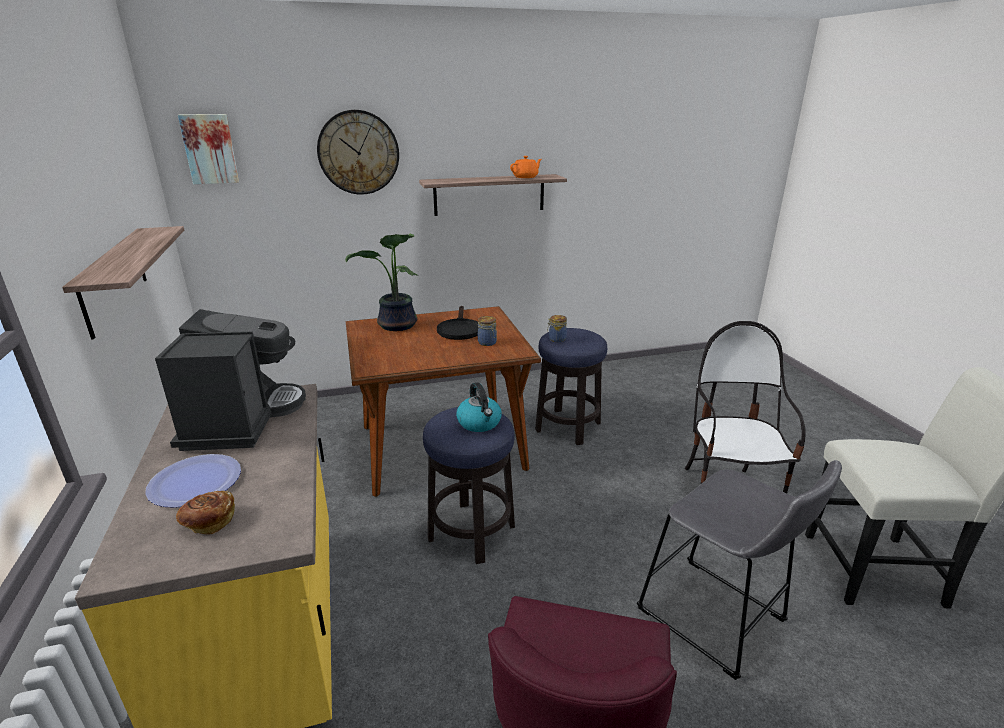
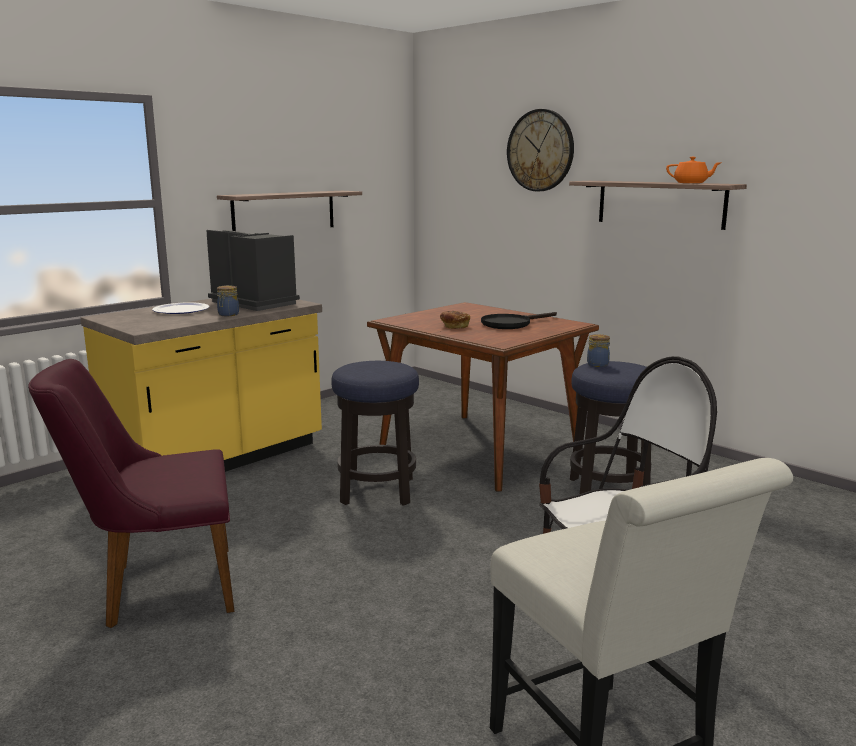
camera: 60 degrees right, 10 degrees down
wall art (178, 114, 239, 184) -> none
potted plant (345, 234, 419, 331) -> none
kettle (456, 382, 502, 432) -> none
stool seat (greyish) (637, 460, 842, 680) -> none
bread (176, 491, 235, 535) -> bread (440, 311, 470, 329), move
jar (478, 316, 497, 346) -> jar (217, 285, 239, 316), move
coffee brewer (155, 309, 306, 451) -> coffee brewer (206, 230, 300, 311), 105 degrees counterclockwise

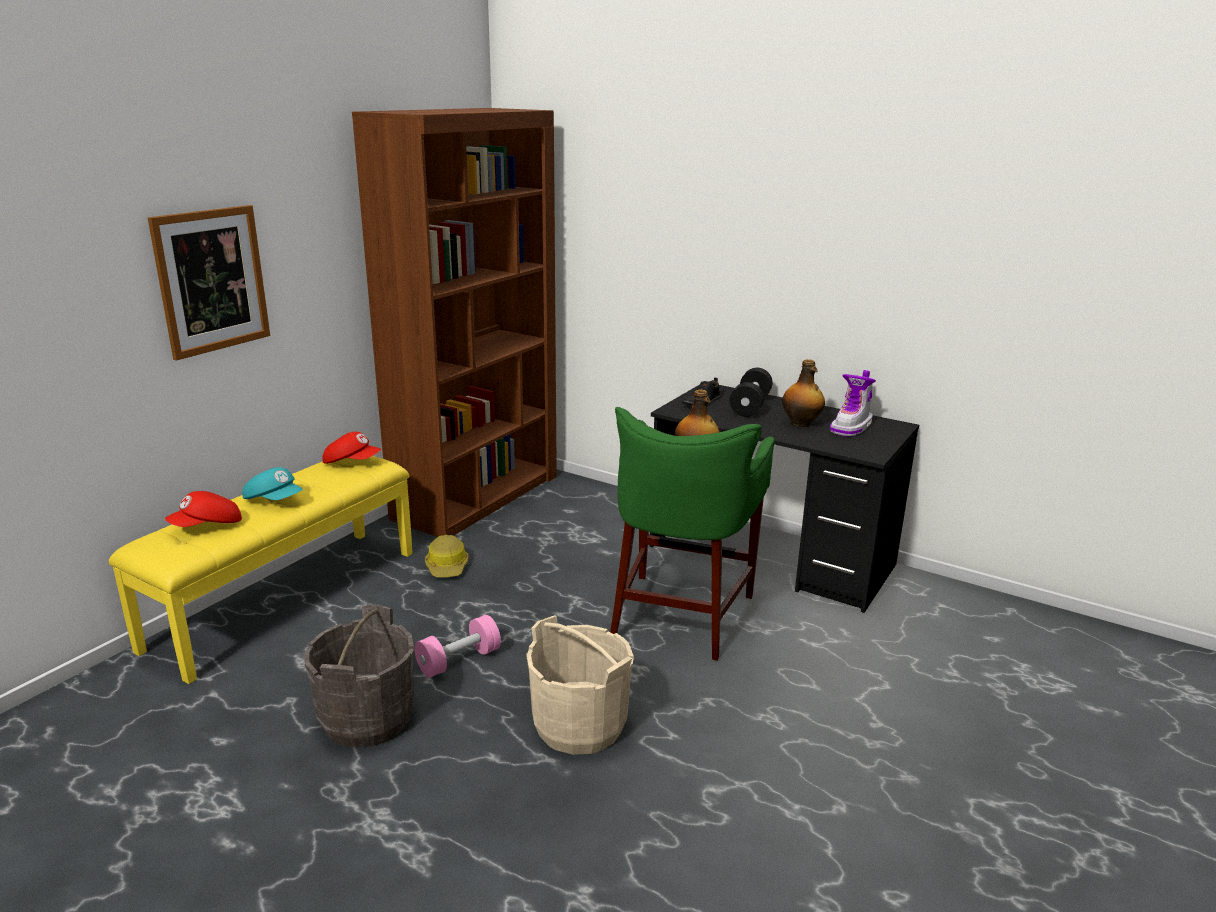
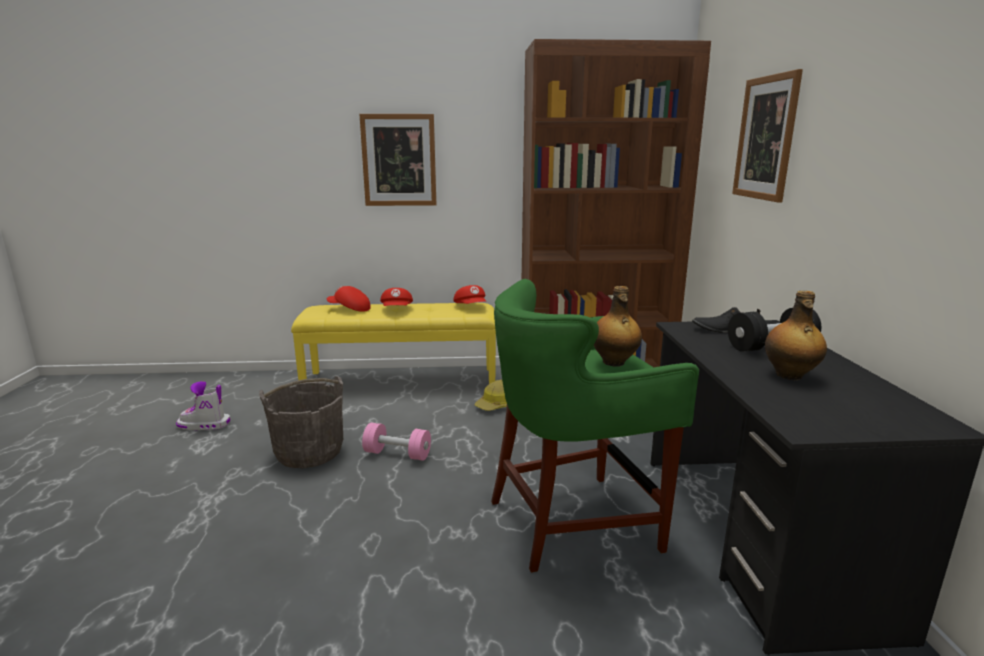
camera: 55 degrees right, 5 degrees down
pail (beige) (526, 615, 634, 755) -> none
none -> wall art (732, 69, 803, 203)
boot (830, 370, 876, 437) -> boot (176, 381, 230, 430), move
cap (turquoise) (242, 467, 303, 500) -> cap (reddish) (380, 288, 413, 306)

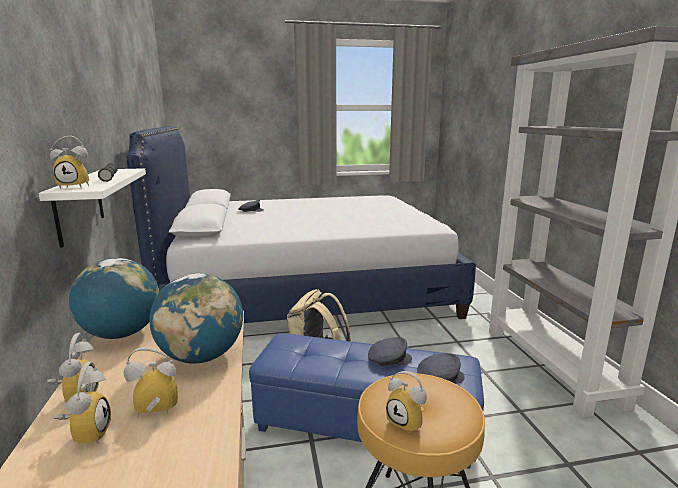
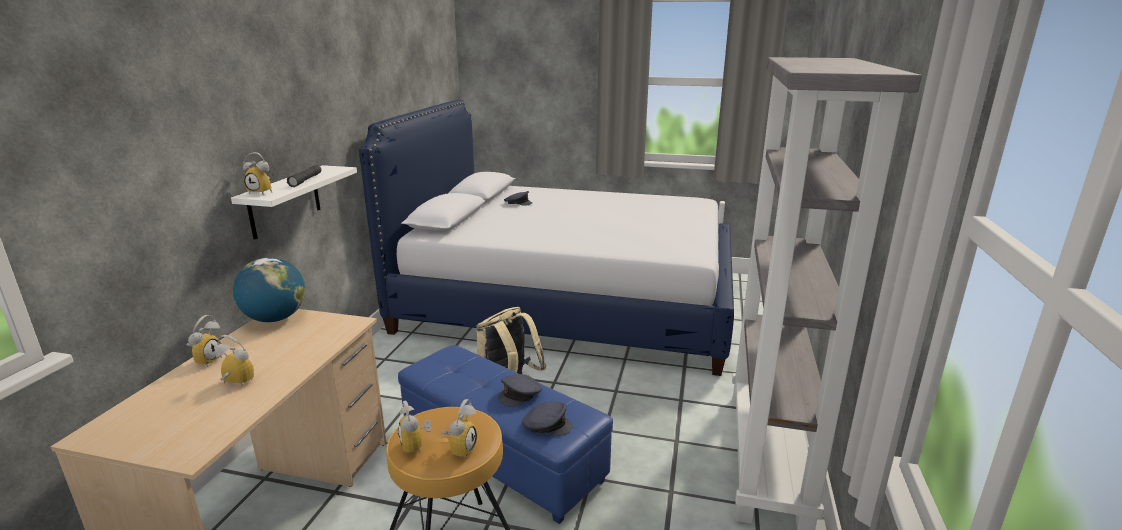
camera: 25 degrees right, 5 degrees up
world globe (149, 273, 243, 364) -> none
table clock (53, 362, 111, 444) -> table clock (441, 399, 477, 458), move
cap (greyish) (368, 337, 412, 366) -> cap (greyish) (498, 374, 542, 407), 120 degrees clockwise

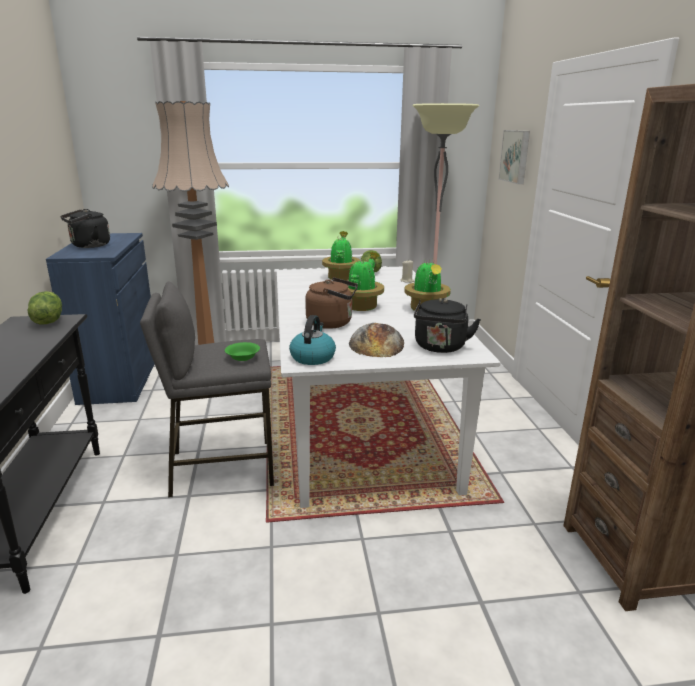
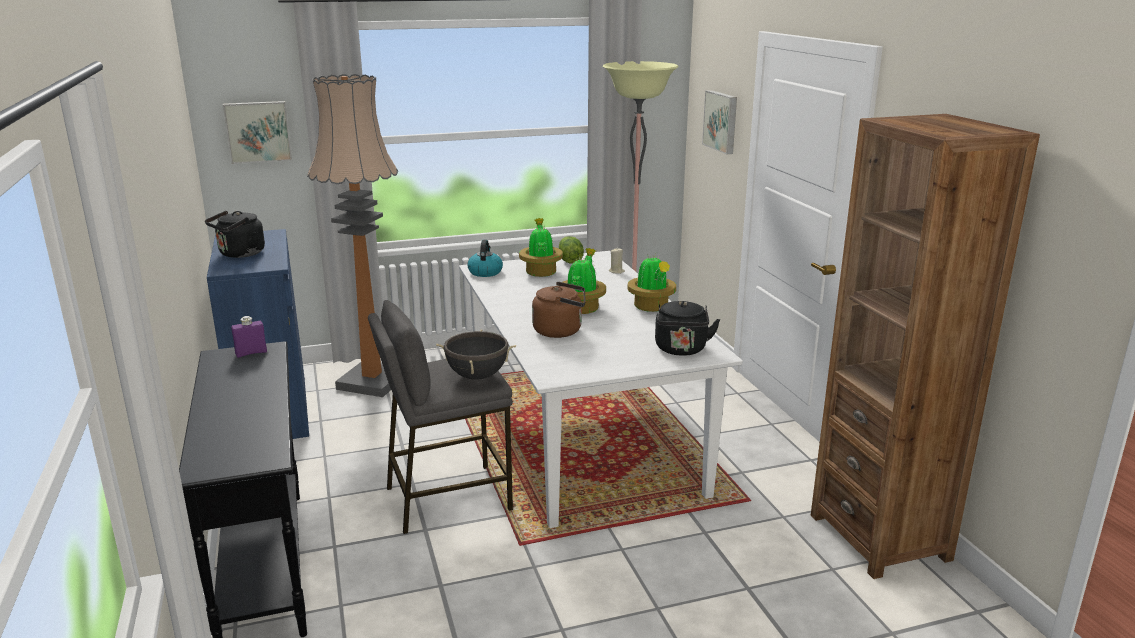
camera: 10 degrees left, 0 degrees up
bread (349, 323, 405, 357) -> none
none -> wall art (223, 101, 292, 164)
kettle (289, 315, 336, 365) -> kettle (467, 240, 503, 277), move
head of lettuce (27, 291, 62, 325) -> beverage bottle (purple-coloured) (231, 316, 267, 358)
bowl (greenish) (225, 342, 260, 361) -> cooking pot (black) (436, 329, 516, 380)

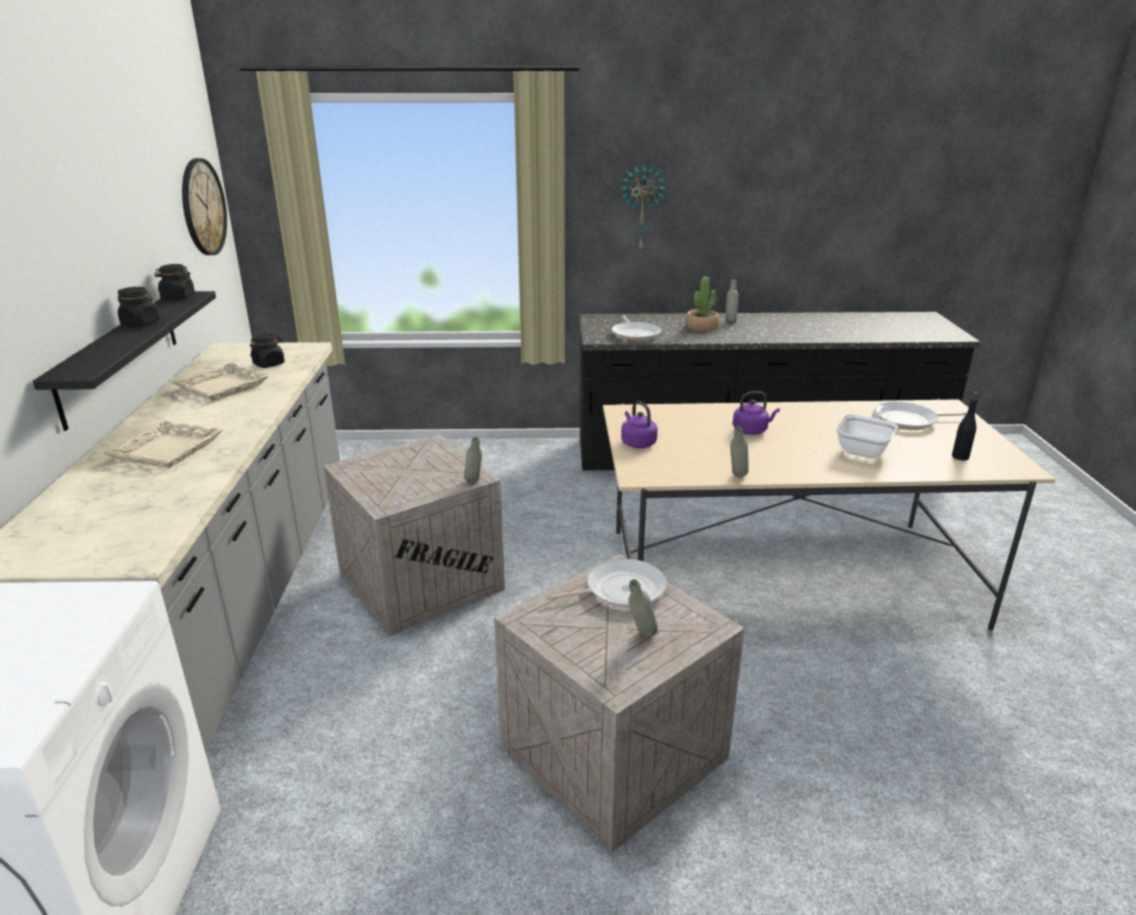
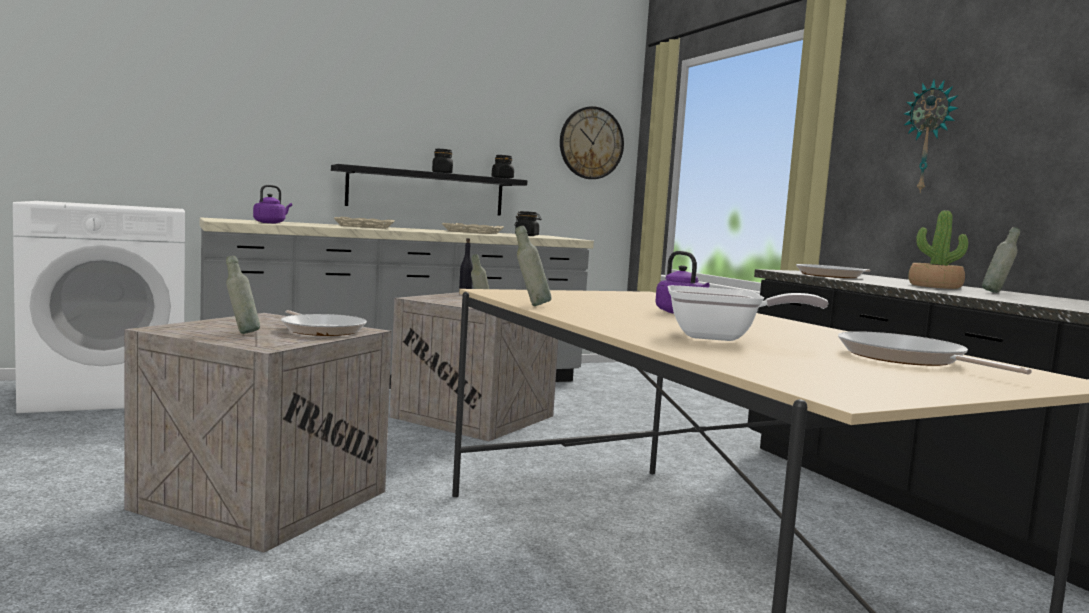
camera: 65 degrees right, 20 degrees down
kettle (purple-coloured) (621, 401, 658, 448) -> kettle (purple-coloured) (253, 185, 292, 223), move
beverage bottle (black) (952, 392, 978, 461) -> beverage bottle (black) (459, 238, 473, 289), move

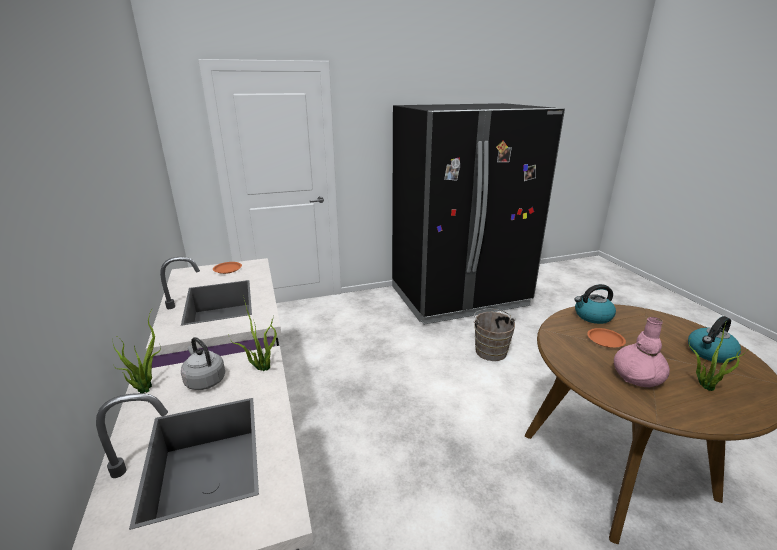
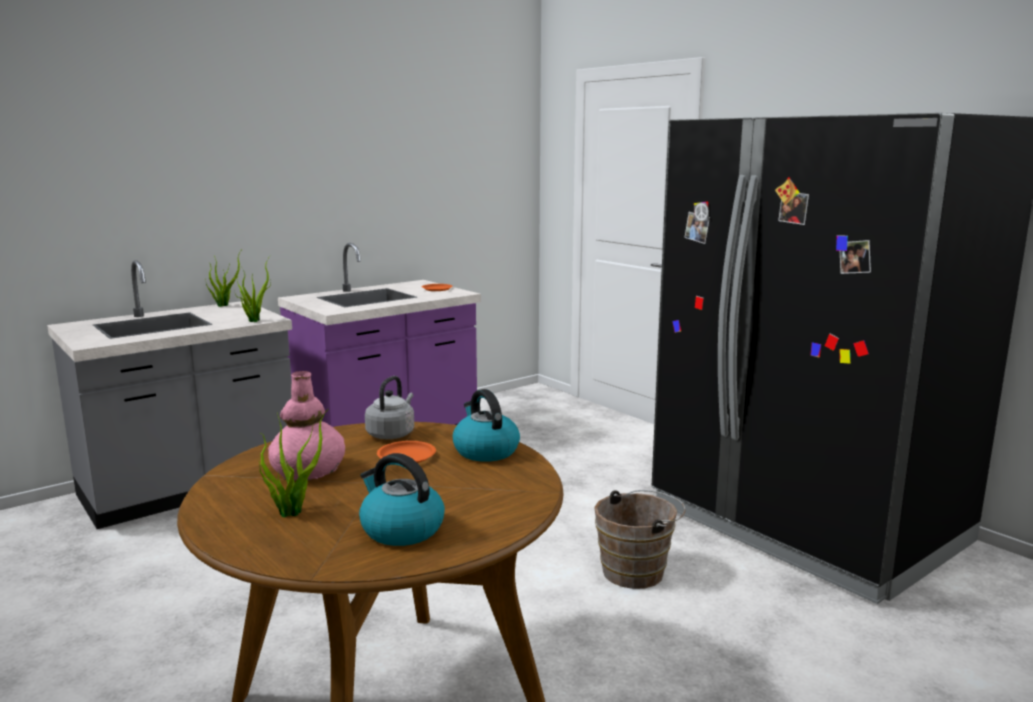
camera: 70 degrees right, 10 degrees down
kettle (greyish) (181, 337, 225, 390) -> kettle (greyish) (365, 376, 414, 439), move

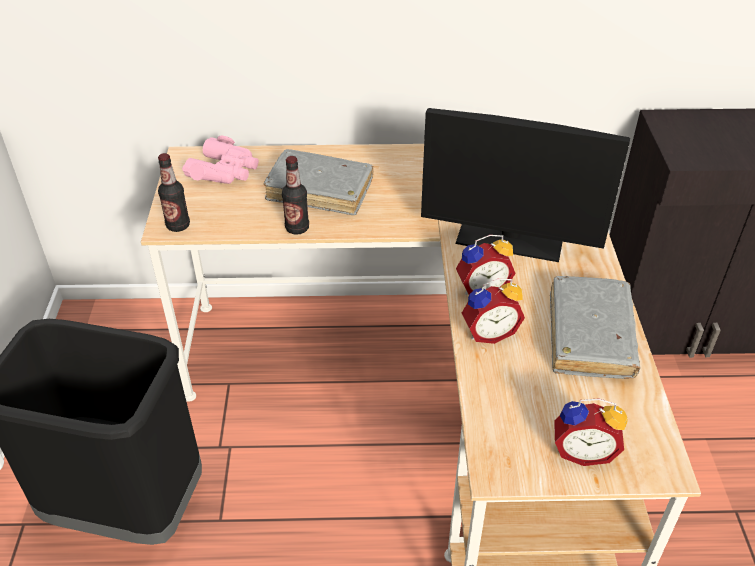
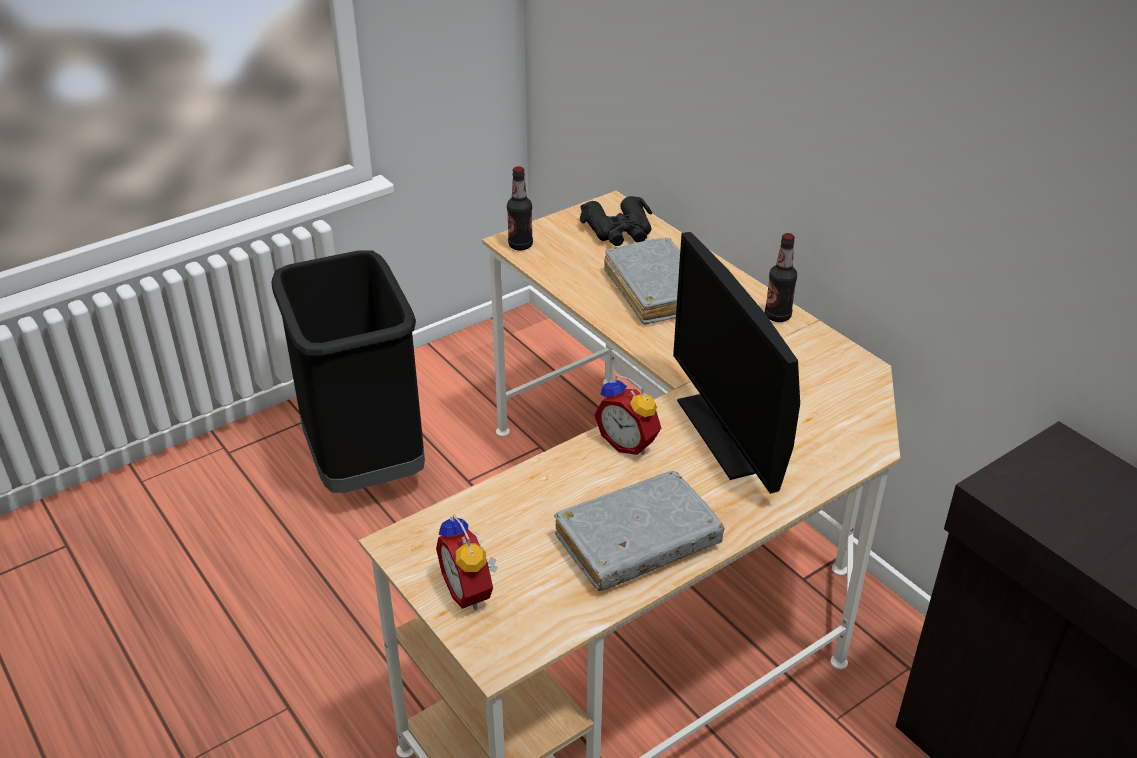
camera: 55 degrees right, 5 degrees down
table clock (462, 279, 525, 344) -> none
beverage bottle (282, 156, 309, 235) -> beverage bottle (765, 233, 797, 322), move
field glasses (pink-coloured) (182, 136, 259, 184) -> field glasses (black) (580, 196, 652, 246)

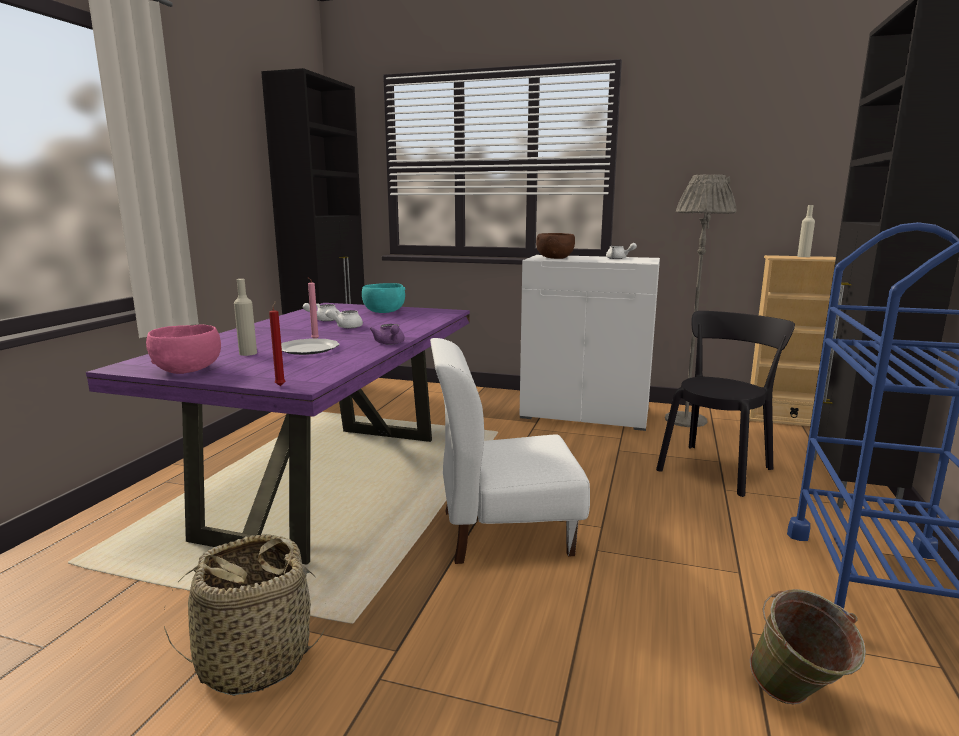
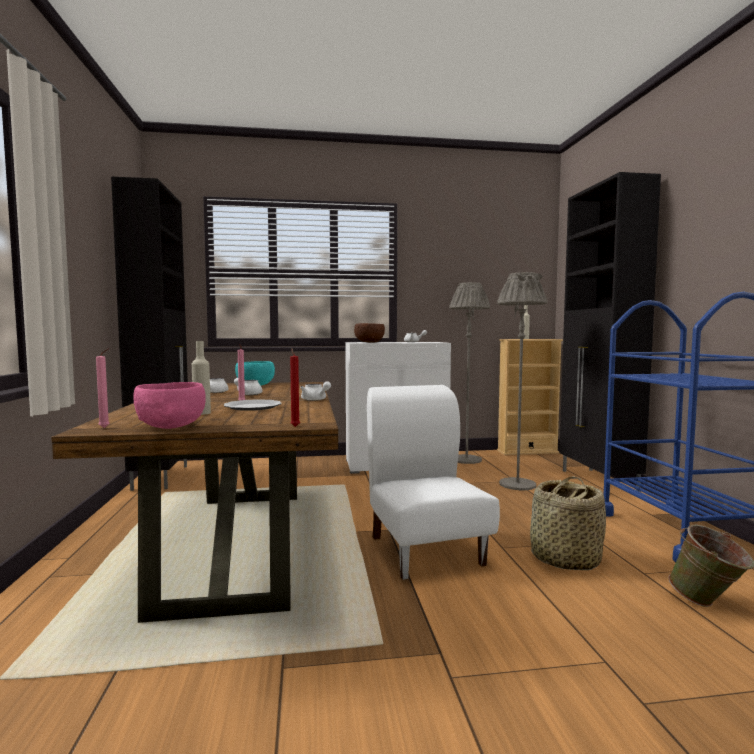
camera: 25 degrees left, 10 degrees down
none -> wax light (pink-coloured) (96, 349, 110, 428)
basket (164, 534, 325, 696) -> basket (530, 476, 606, 570), move
upright chair (black) (656, 311, 795, 497) -> standard lamp (greyish) (497, 272, 548, 490)
dinner table (purple-coloured) (86, 303, 470, 565) -> dinner table (brown) (51, 382, 338, 623)
pot for tea (purple-coloured) (370, 324, 405, 344) -> pot for tea (whitish) (300, 381, 331, 401)
upright chair (whitish) (430, 338, 590, 564) -> upright chair (whitish) (367, 385, 500, 580), 105 degrees clockwise

